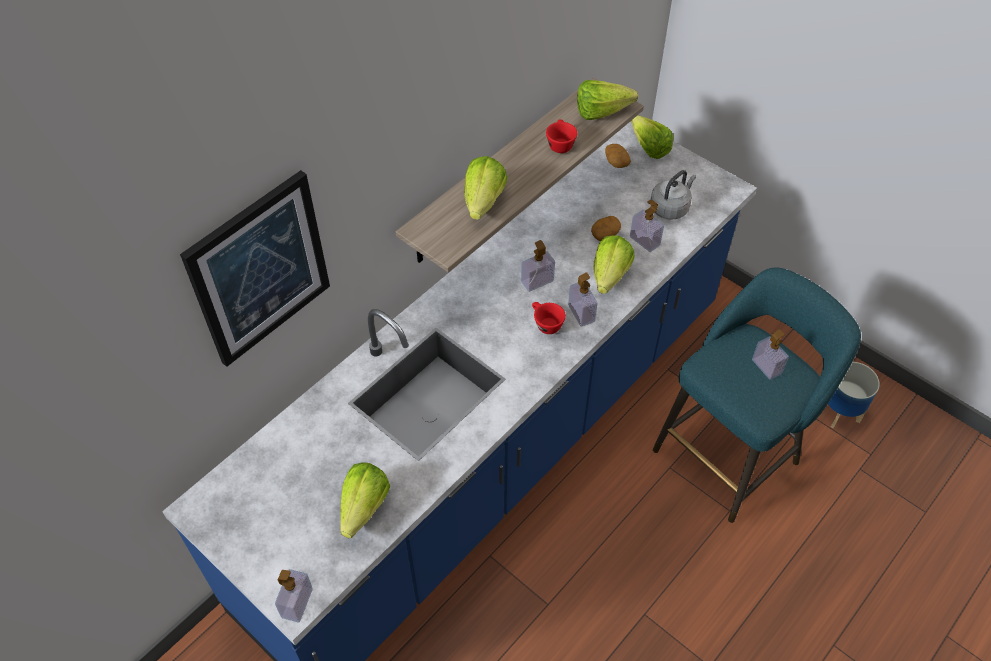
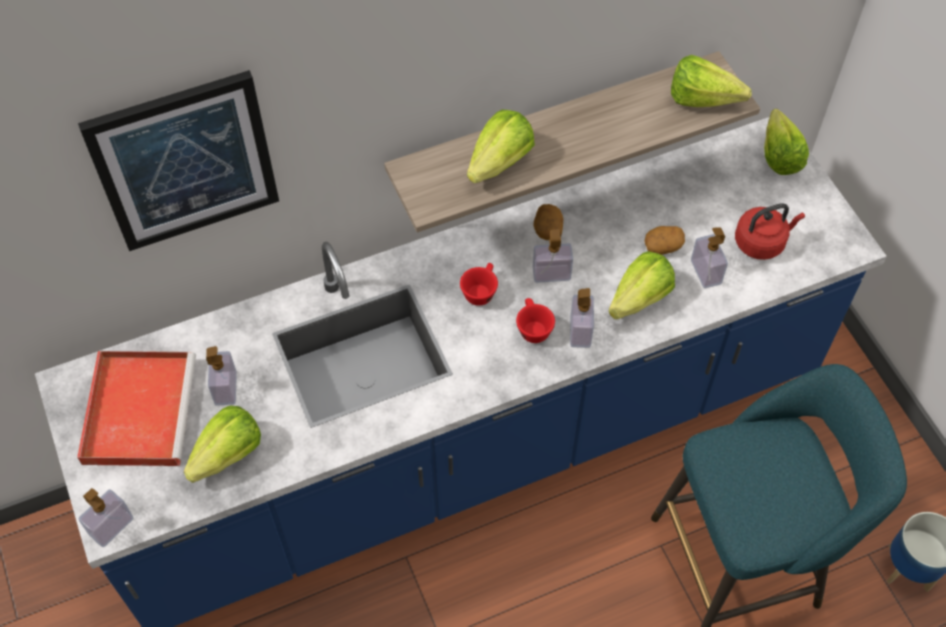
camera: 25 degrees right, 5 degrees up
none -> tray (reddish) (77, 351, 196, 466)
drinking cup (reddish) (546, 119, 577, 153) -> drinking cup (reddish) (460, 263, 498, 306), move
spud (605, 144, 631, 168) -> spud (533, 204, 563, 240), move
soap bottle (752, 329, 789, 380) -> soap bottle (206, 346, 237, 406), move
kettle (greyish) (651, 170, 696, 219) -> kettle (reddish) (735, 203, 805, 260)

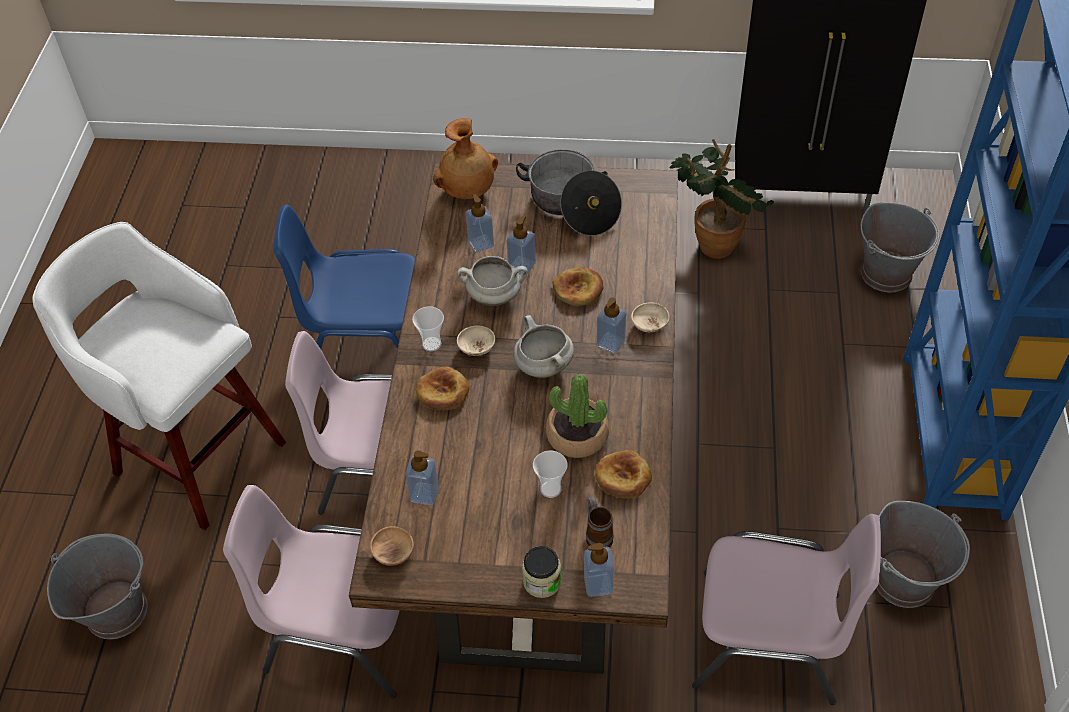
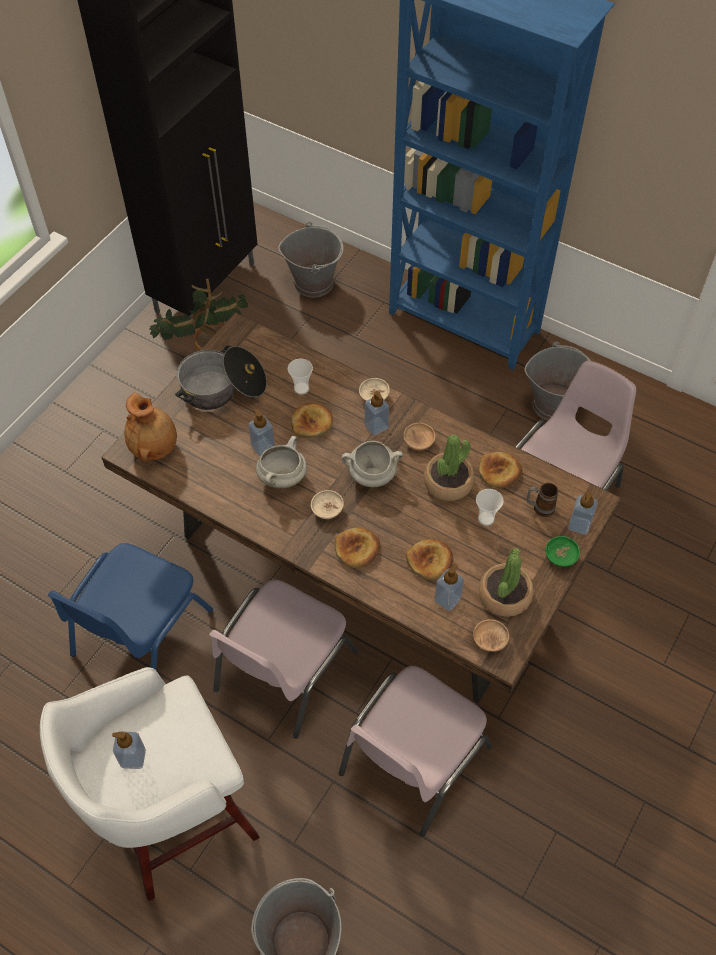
camera: 65 degrees left, 5 degrees up
none -> bowl (brown) (403, 423, 435, 451)
none -> bread (406, 539, 454, 580)
none -> potted plant (479, 548, 534, 617)
drinking cup (412, 306, 444, 351) -> drinking cup (288, 359, 313, 395), move
soap bottle (466, 194, 494, 253) -> soap bottle (112, 731, 146, 769), move
jar (522, 546, 561, 598) -> bowl (greenish) (545, 536, 580, 567)

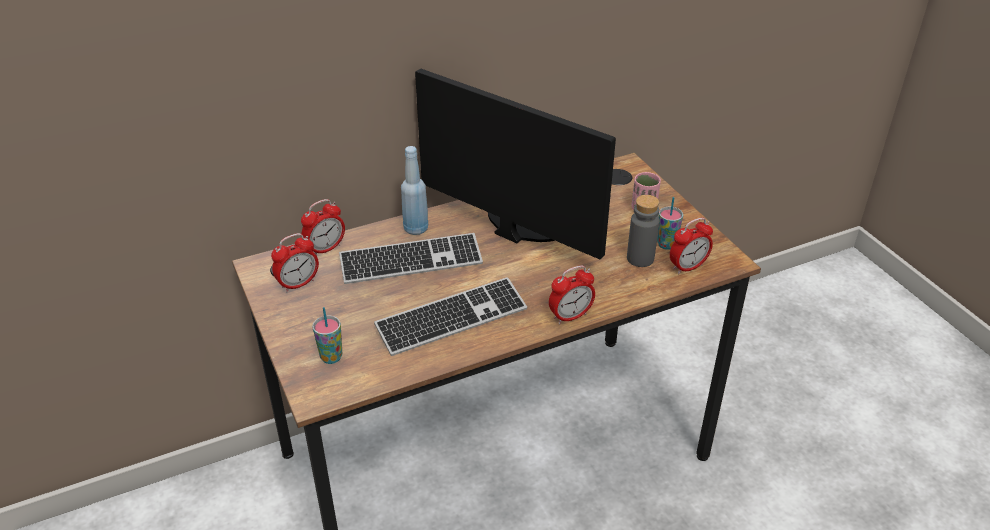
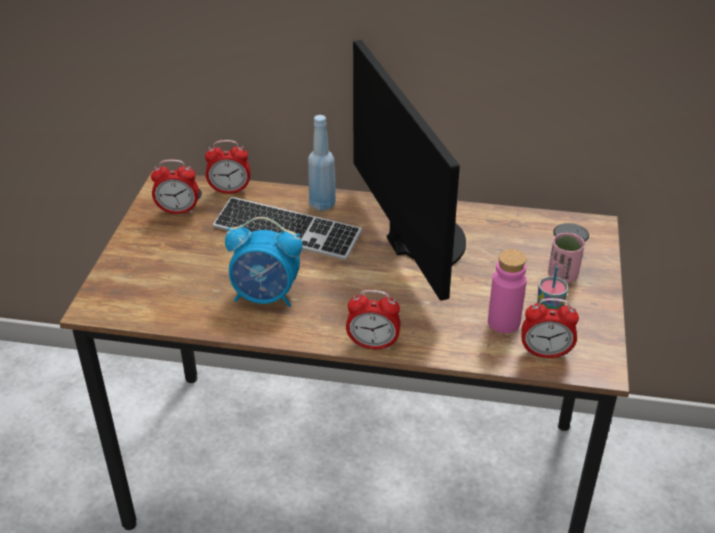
camera: 35 degrees right, 0 degrees up
drinking cup (312, 307, 342, 364) -> none
keyboard (374, 277, 527, 356) -> table clock (225, 217, 302, 307)
beverage bottle (greyish) (627, 195, 660, 267) -> beverage bottle (pink-coloured) (488, 249, 527, 333)

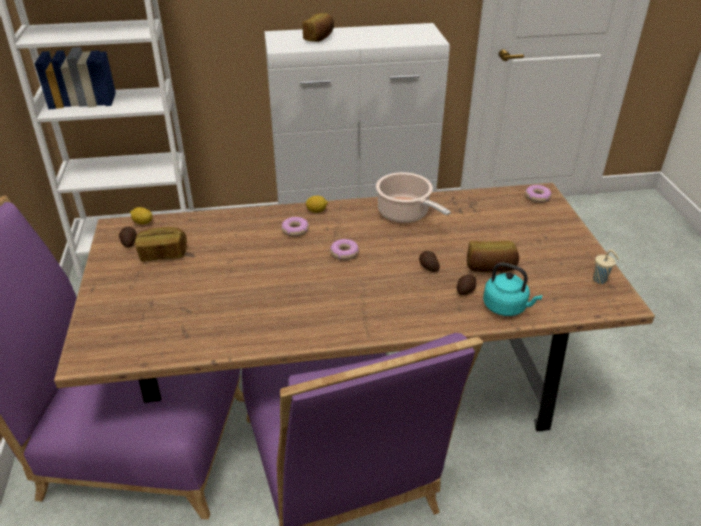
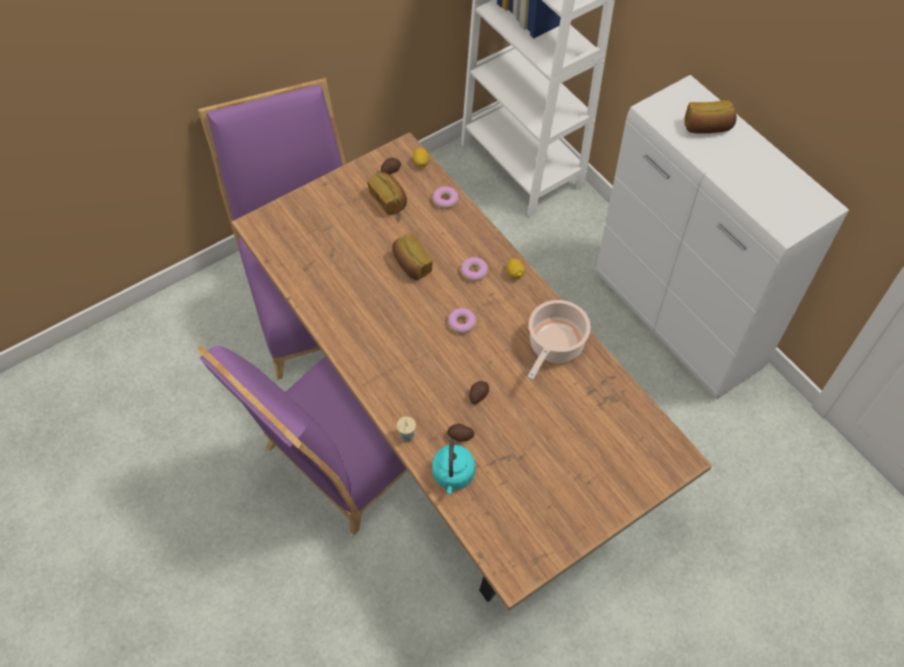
camera: 65 degrees right, 20 degrees up
bread (467, 241, 519, 272) -> bread (392, 233, 433, 280), move
doughnut (525, 185, 552, 203) -> doughnut (433, 186, 459, 209), move
drinking cup (beige) (593, 250, 619, 284) -> drinking cup (beige) (397, 417, 416, 442), move

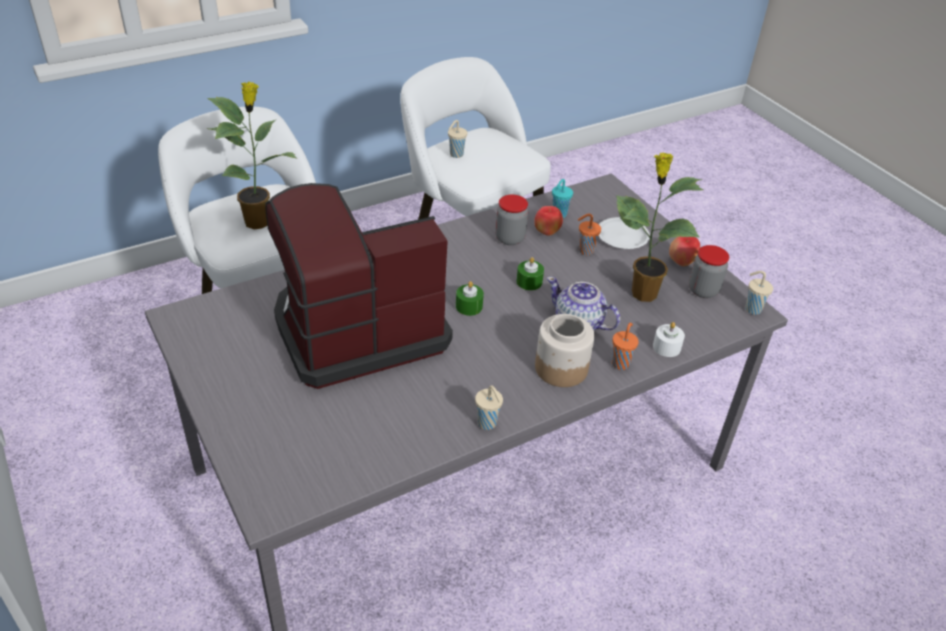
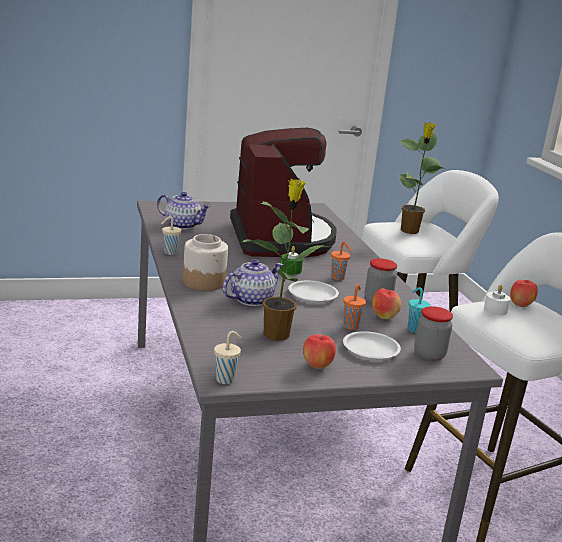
camera: 105 degrees right, 20 degrees down
none -> pot for tea (157, 192, 211, 230)
drinking cup (orange-coloured) (612, 323, 639, 370) -> drinking cup (orange-coloured) (331, 242, 351, 280), move
wax light (whitish) (653, 322, 685, 357) -> wax light (whitish) (484, 285, 510, 316), move
jar (689, 245, 729, 298) -> jar (414, 306, 453, 361), move
drinking cup (beige) (448, 120, 467, 158) -> apple fruit (510, 280, 538, 307)
wax light (greenish) (516, 257, 544, 291) -> flat dish (whitish) (288, 280, 339, 302)

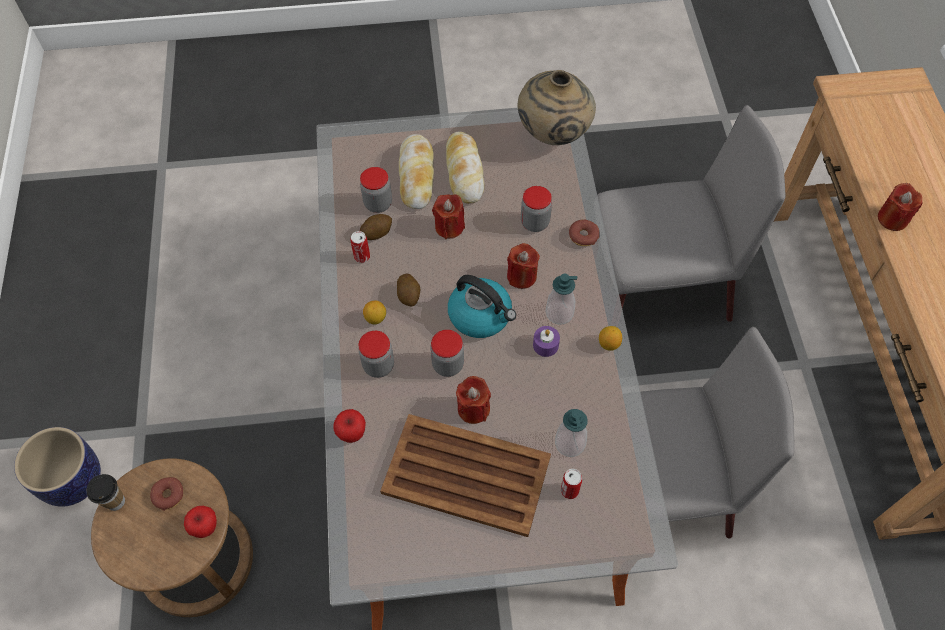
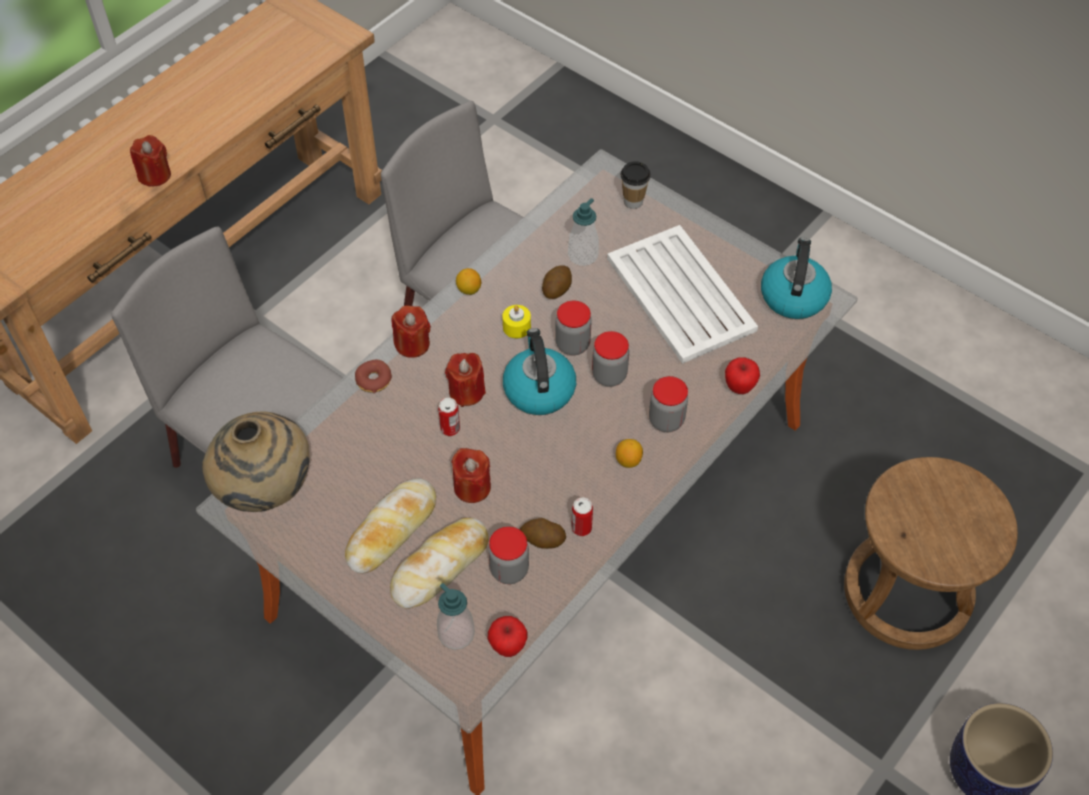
camera: 135 degrees left, 5 degrees down
doughnut (150, 477, 183, 511) -> none
none -> kettle (761, 238, 832, 319)
drinking cup (86, 474, 125, 511) -> drinking cup (620, 161, 651, 209), move
apple fruit (184, 506, 217, 538) -> apple fruit (488, 616, 527, 657), move
spud (397, 273, 421, 307) -> spud (542, 266, 572, 299), move
wax light (reddish) (456, 376, 491, 424) -> wax light (reddish) (391, 305, 431, 358), move
jar (521, 186, 552, 232) -> jar (555, 301, 592, 355), move
soap bottle (545, 273, 577, 325) -> soap bottle (437, 583, 475, 650), move
can (561, 469, 582, 499) -> can (438, 398, 460, 436), move
tray (brown) (380, 414, 551, 537) -> tray (whitish) (607, 225, 758, 364)
wax light (purple-coloured) (533, 326, 560, 357) -> wax light (yellowish) (502, 305, 531, 338)

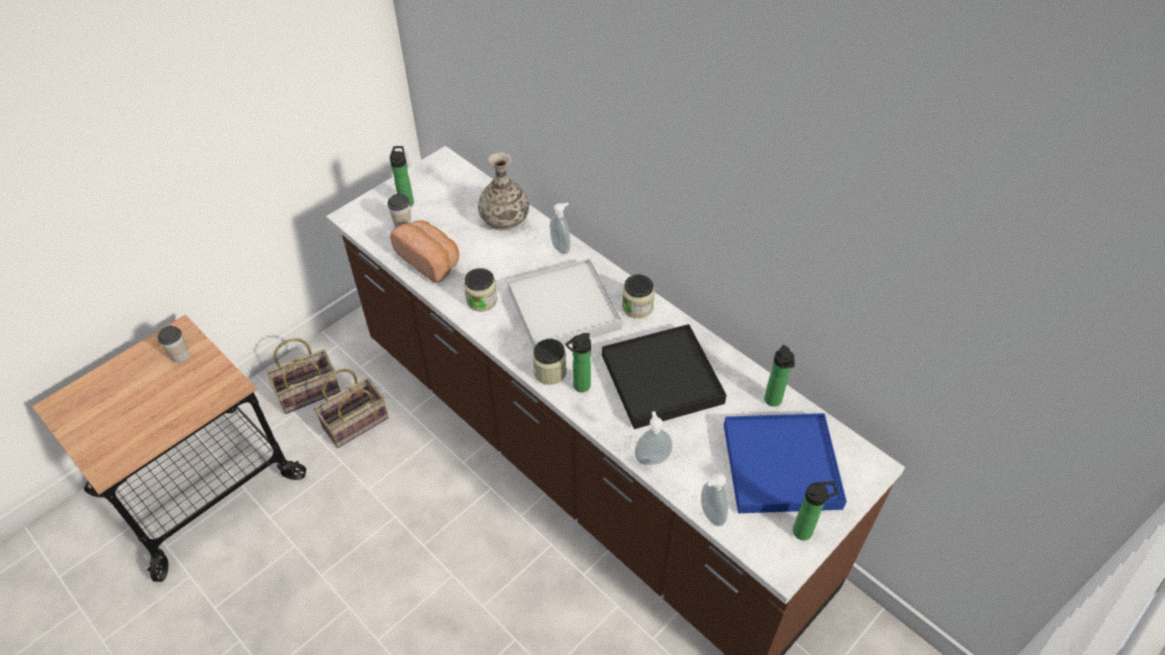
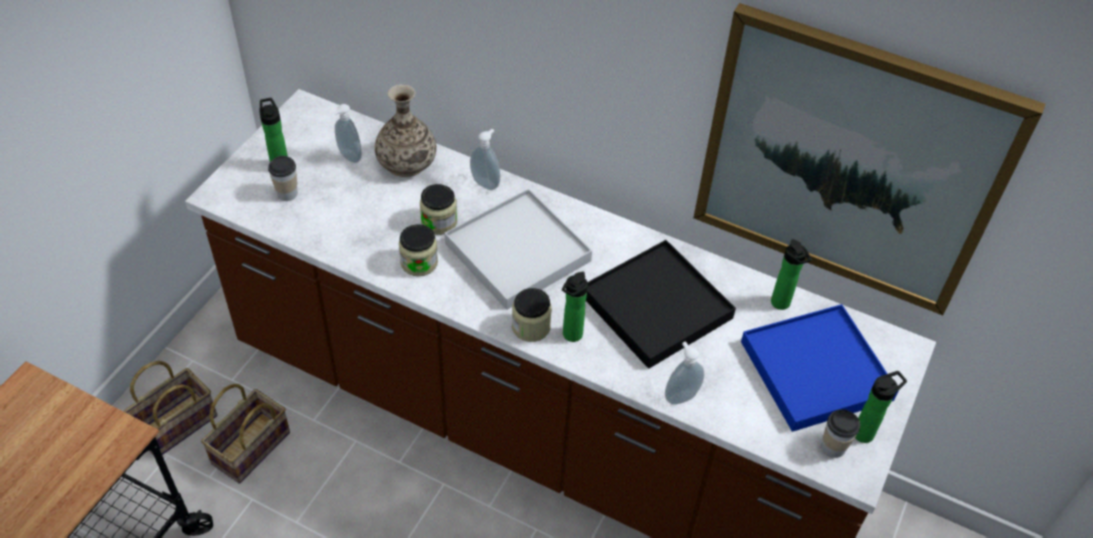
camera: 20 degrees left, 0 degrees up
bread (390, 220, 459, 283) -> none
none -> wall art (693, 3, 1046, 315)
drinking cup (158, 326, 189, 362) -> drinking cup (821, 410, 860, 458), move
jar (622, 275, 655, 318) -> jar (420, 184, 457, 235), move
soap bottle (701, 473, 728, 526) -> soap bottle (333, 104, 362, 163), move

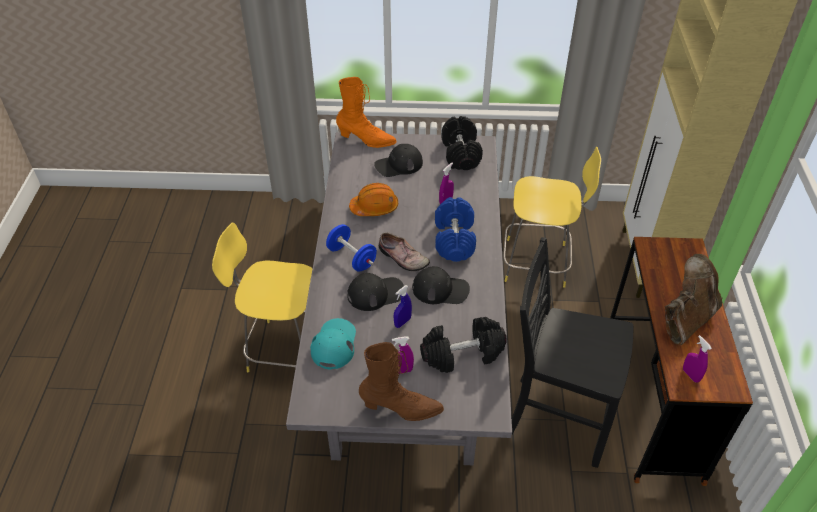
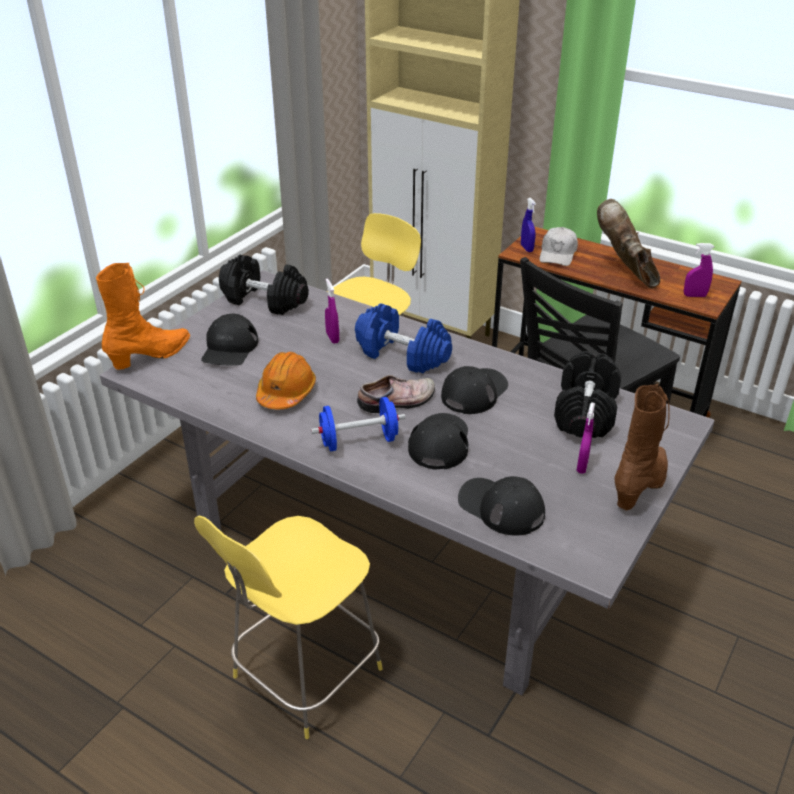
camera: 60 degrees left, 10 degrees down
none -> cap (whitish) (539, 227, 578, 266)
sprayer (blue) (394, 285, 412, 328) -> sprayer (blue) (521, 198, 536, 252), move
cap (turquoise) (310, 318, 356, 370) -> cap (black) (458, 476, 545, 536)

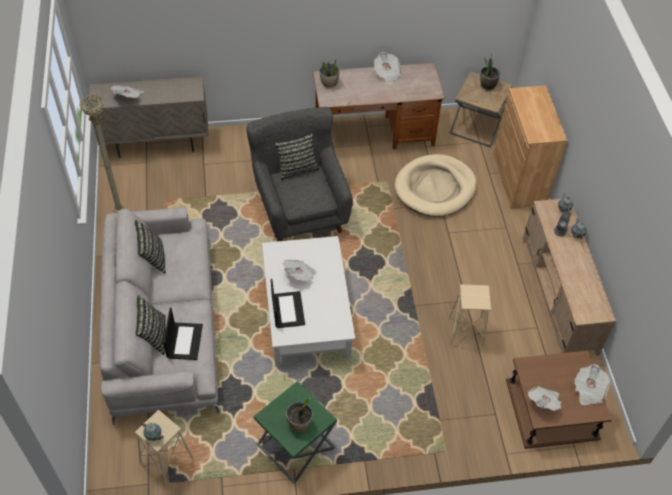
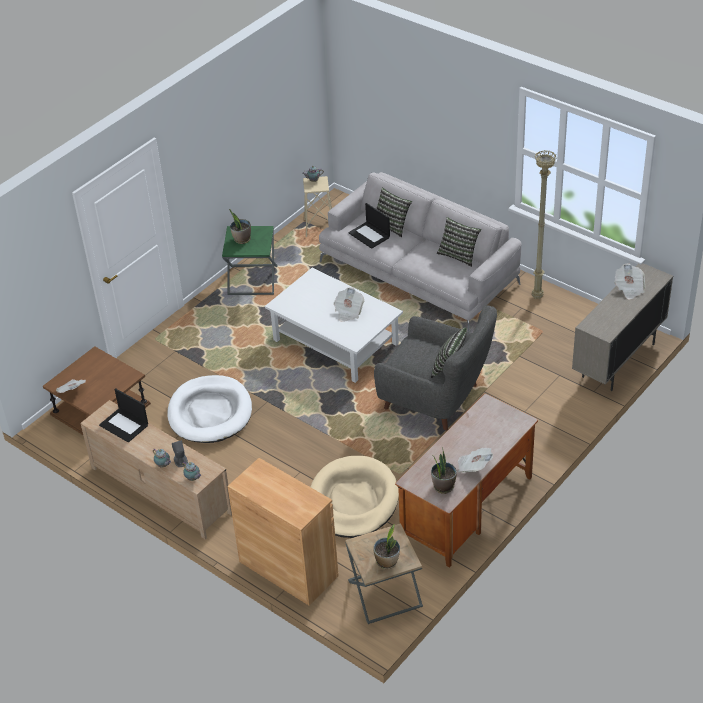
camera: 140 degrees right, 10 degrees down
printed paper (528, 386, 562, 411) -> none
notebook computer (271, 279, 305, 328) -> notebook computer (99, 388, 148, 443), move
potted plant (319, 59, 339, 88) -> potted plant (431, 447, 457, 494), move
stool seat (beige) (449, 284, 491, 346) -> pet bed (whitish) (167, 375, 252, 443)

